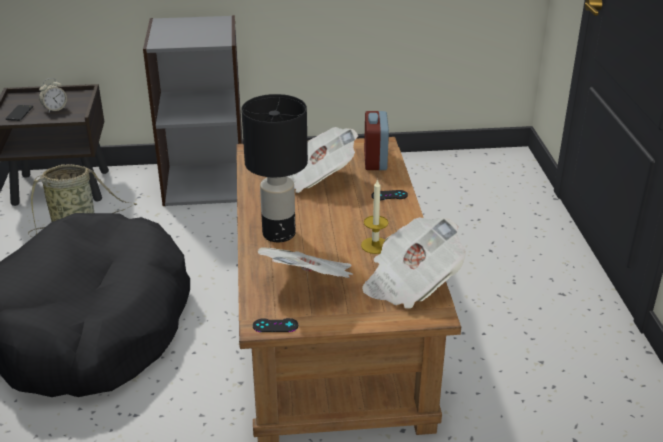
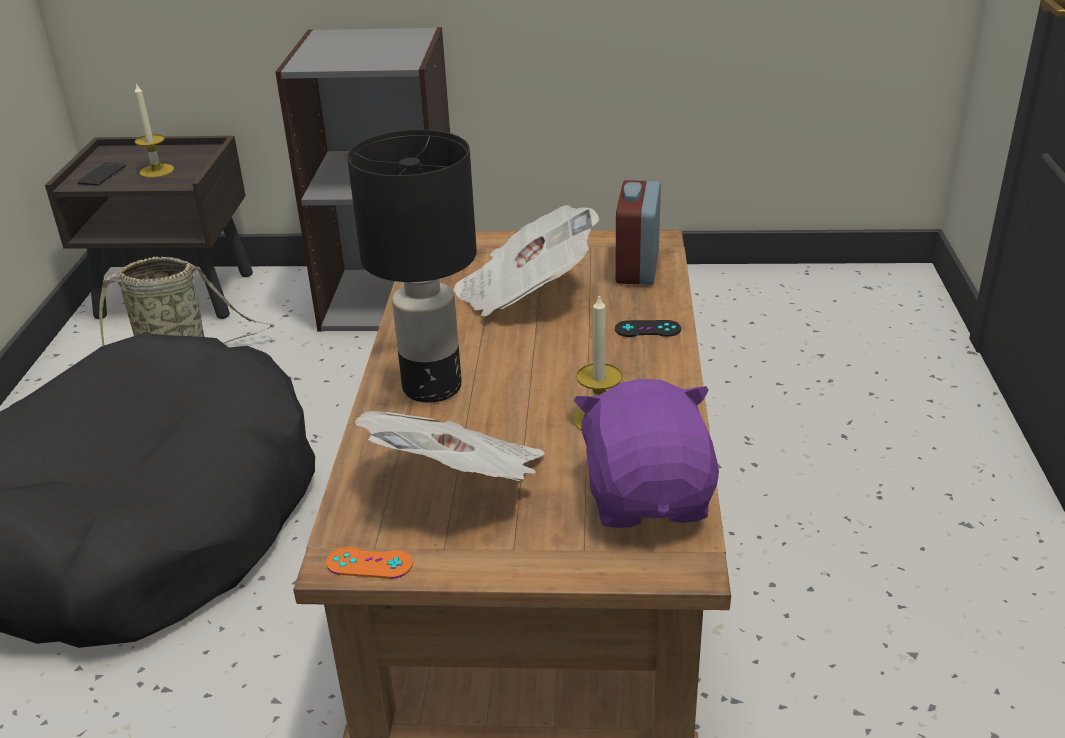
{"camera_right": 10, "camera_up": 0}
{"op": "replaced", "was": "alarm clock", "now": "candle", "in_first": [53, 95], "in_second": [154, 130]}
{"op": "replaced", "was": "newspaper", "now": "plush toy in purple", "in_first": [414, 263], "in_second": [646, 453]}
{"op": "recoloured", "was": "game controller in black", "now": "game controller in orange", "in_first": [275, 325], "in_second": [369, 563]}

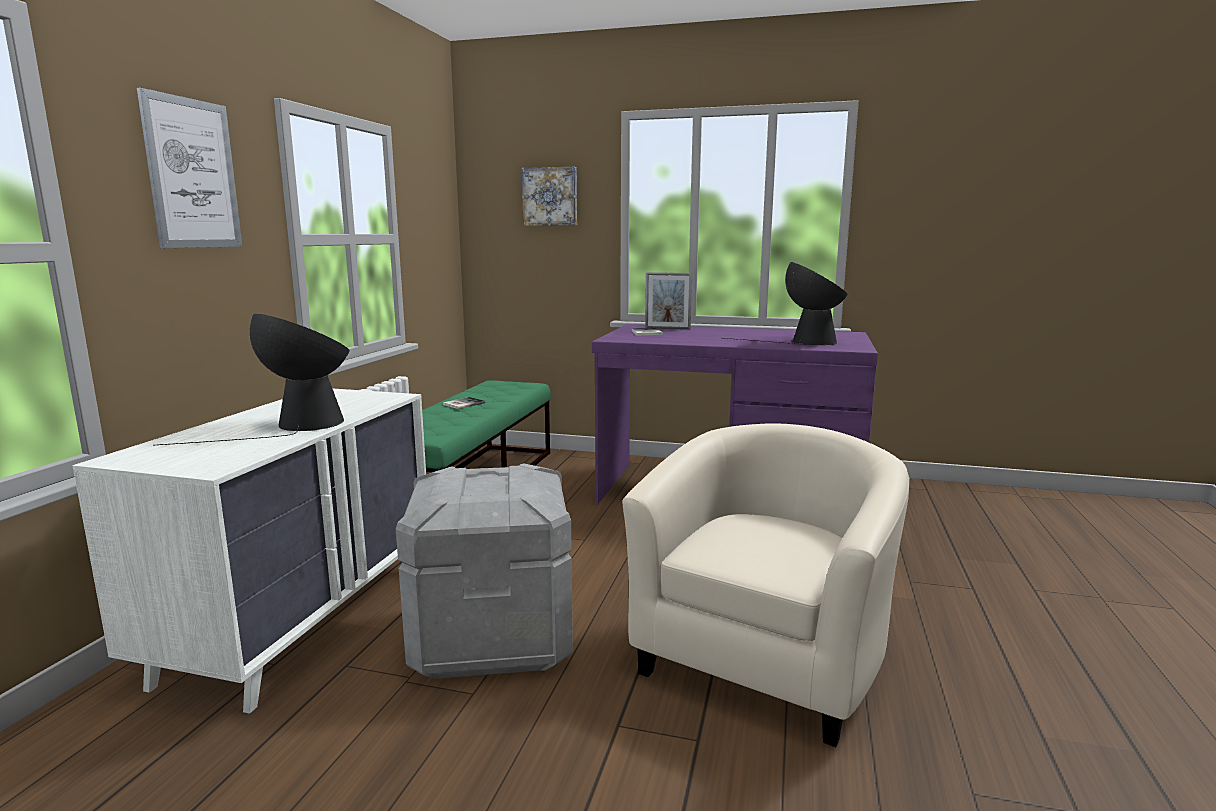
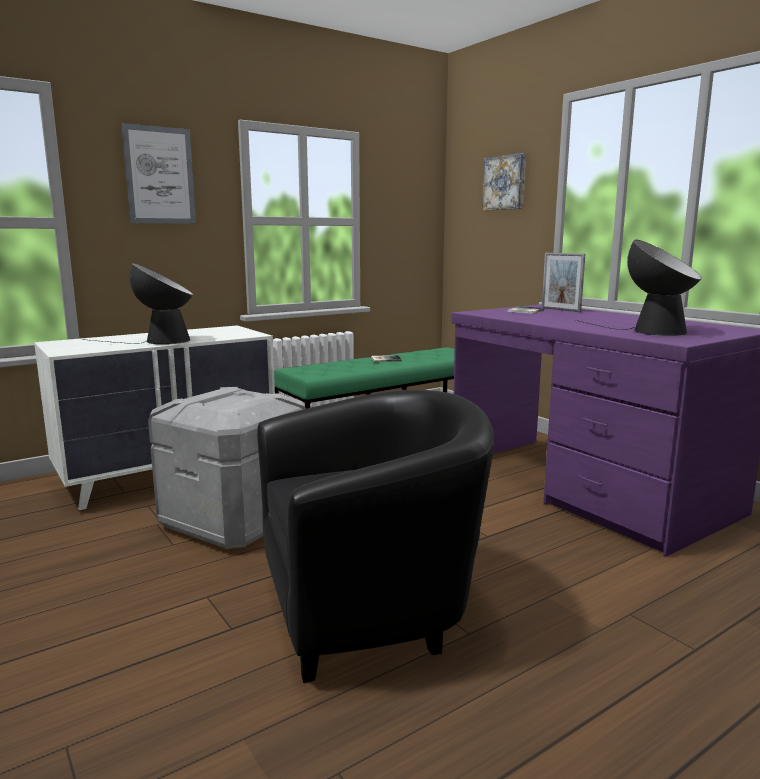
{"camera_right": 40, "camera_up": 0}
{"op": "recoloured", "was": "armchair in beige", "now": "armchair in black", "in_first": [765, 585], "in_second": [375, 536]}

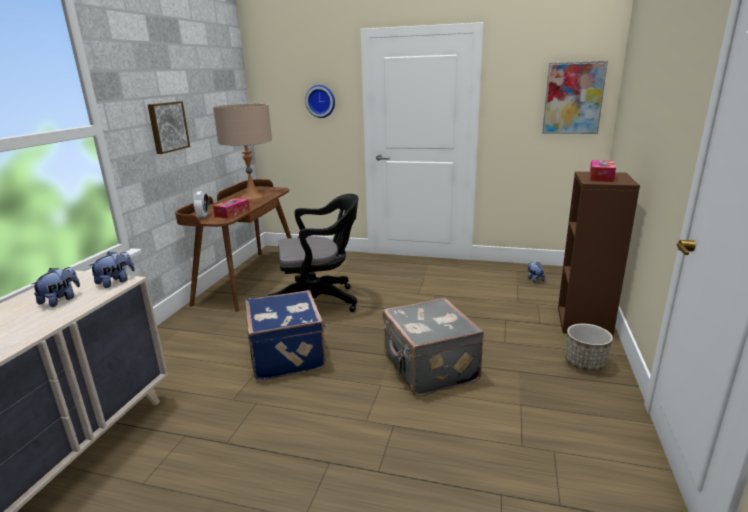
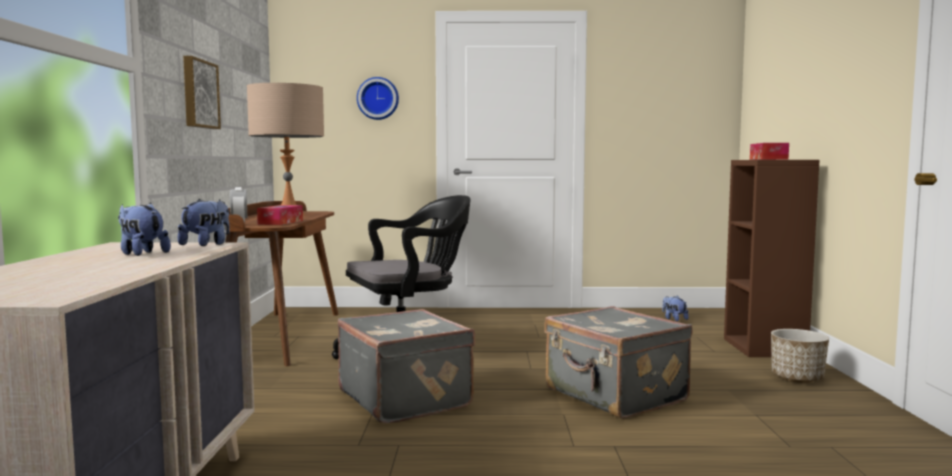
{"camera_right": -15, "camera_up": -15}
{"op": "removed", "was": "picture", "in_first": [575, 97]}
{"op": "recoloured", "was": "suitcase in blue", "now": "suitcase in grey", "in_first": [285, 335], "in_second": [406, 366]}
{"op": "turned", "was": "plush toy", "in_first": [55, 287], "in_second": [144, 229], "clockwise": -60}

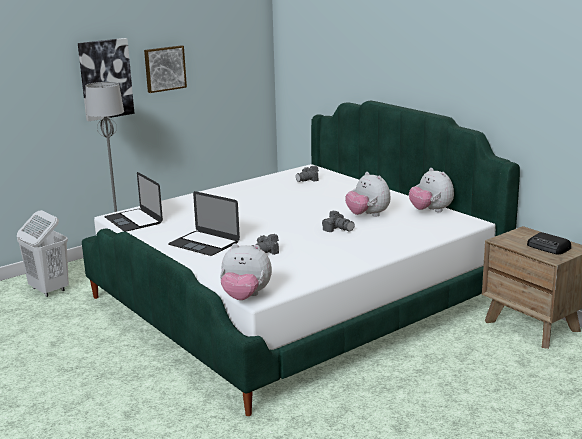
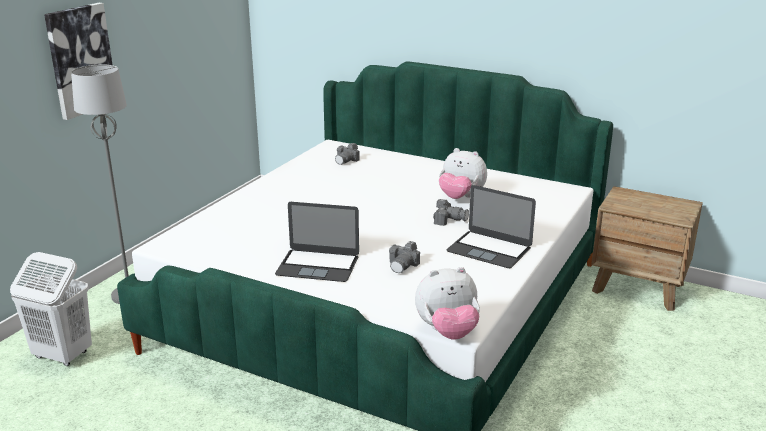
{"camera_right": -25, "camera_up": 5}
{"op": "removed", "was": "picture", "in_first": [165, 69]}
{"op": "removed", "was": "plush toy", "in_first": [431, 190]}
{"op": "removed", "was": "radio", "in_first": [549, 243]}
{"op": "moved", "was": "laptop", "in_first": [133, 202], "in_second": [491, 226]}

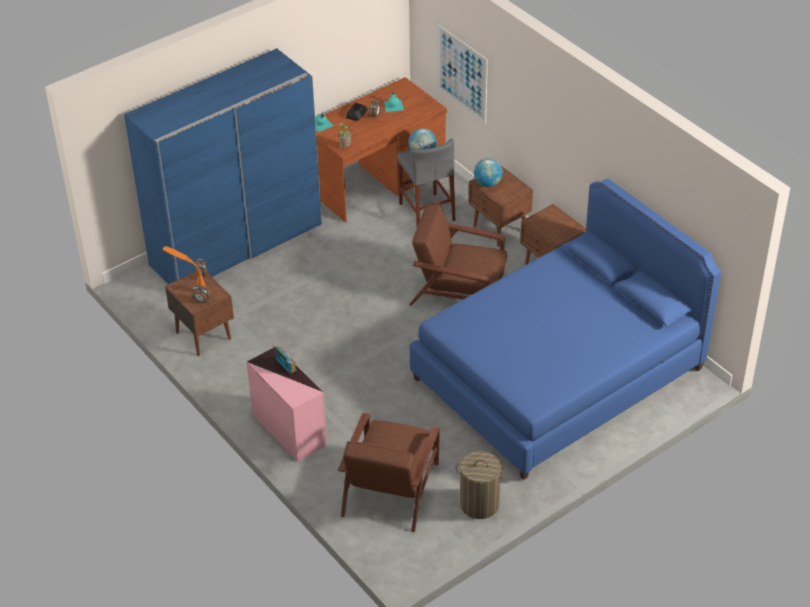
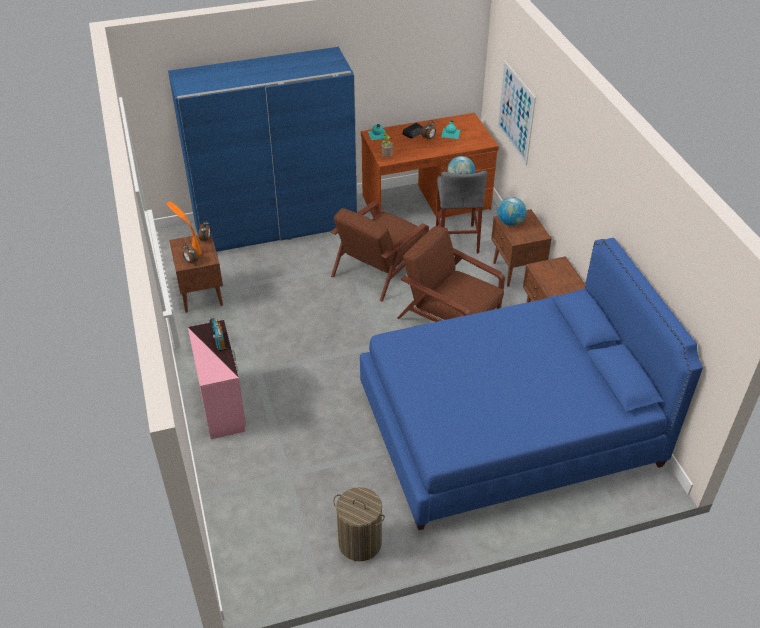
{"camera_right": 20, "camera_up": 0}
{"op": "moved", "was": "armchair in brown", "in_first": [389, 472], "in_second": [380, 252]}

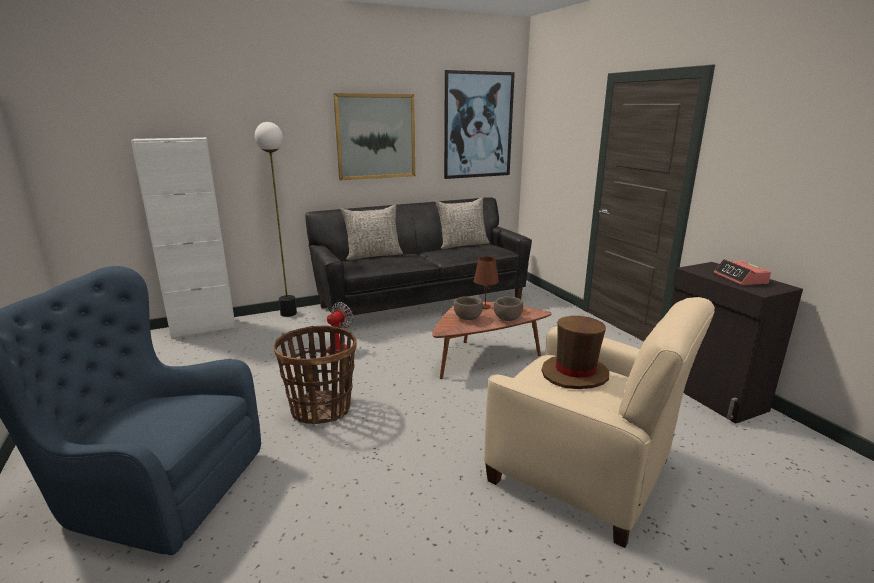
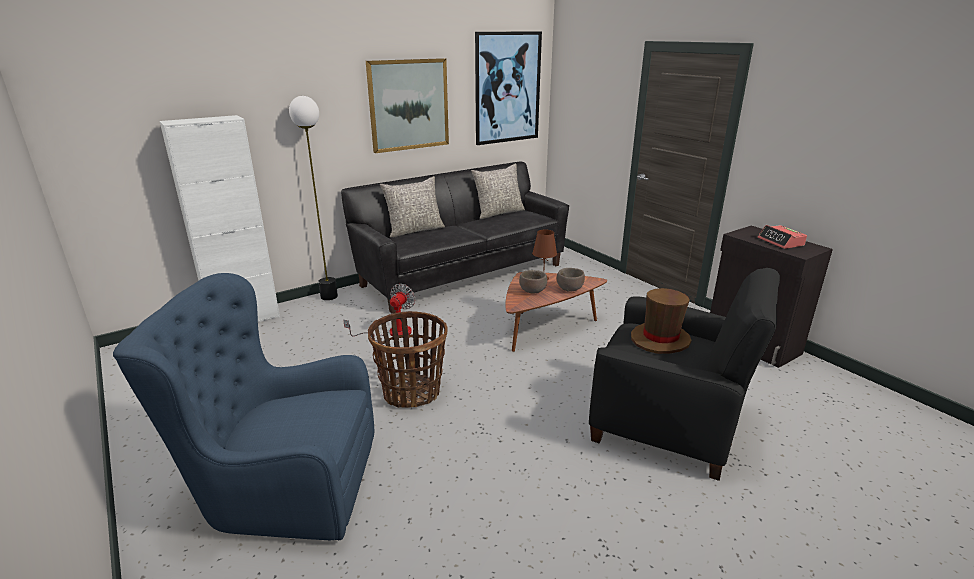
{"camera_right": -10, "camera_up": 5}
{"op": "recoloured", "was": "armchair in beige", "now": "armchair in black", "in_first": [599, 422], "in_second": [684, 374]}

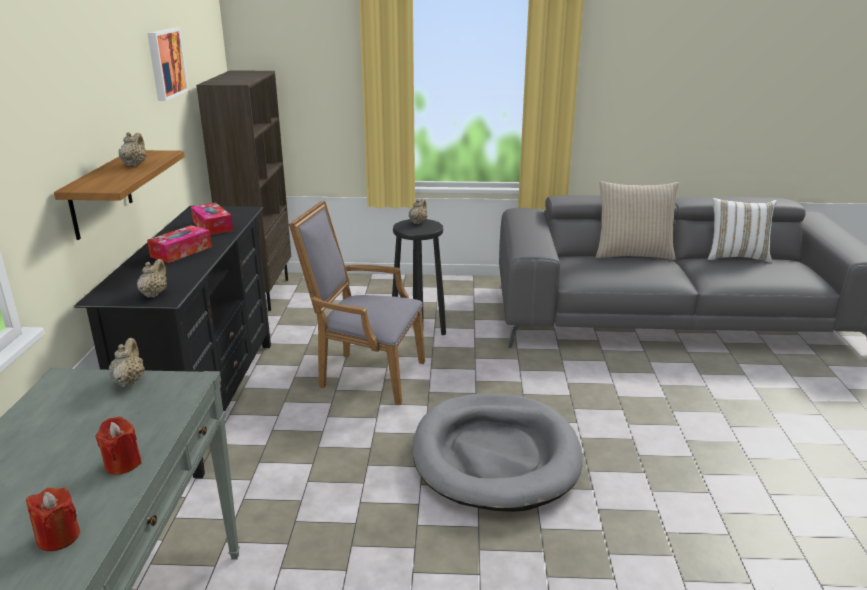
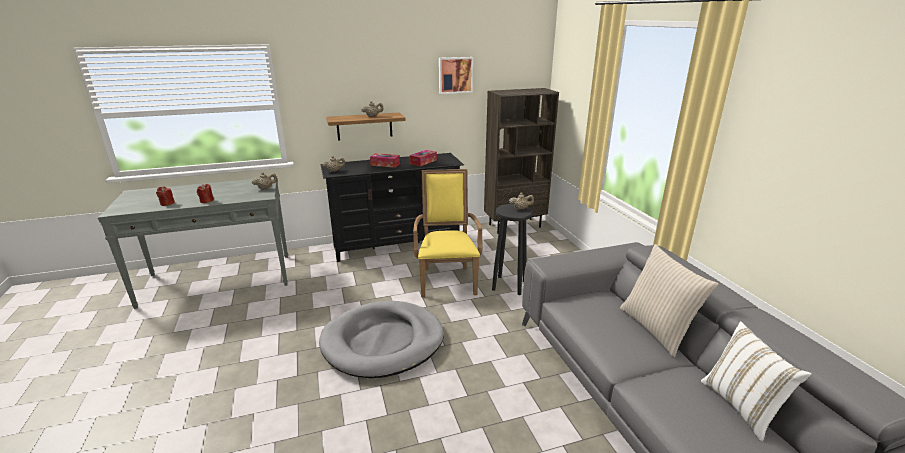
{"camera_right": 70, "camera_up": 0}
{"op": "recoloured", "was": "armchair in grey", "now": "armchair in yellow", "in_first": [357, 302], "in_second": [448, 233]}

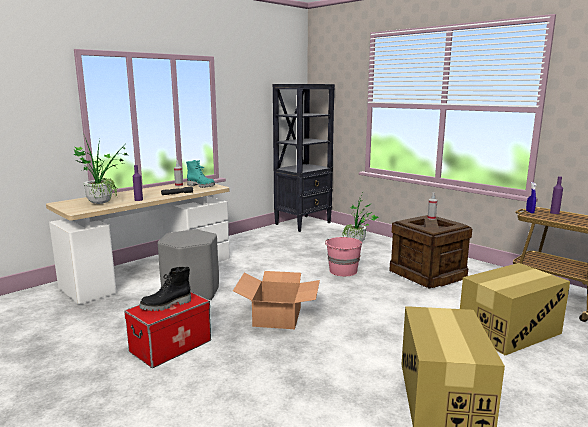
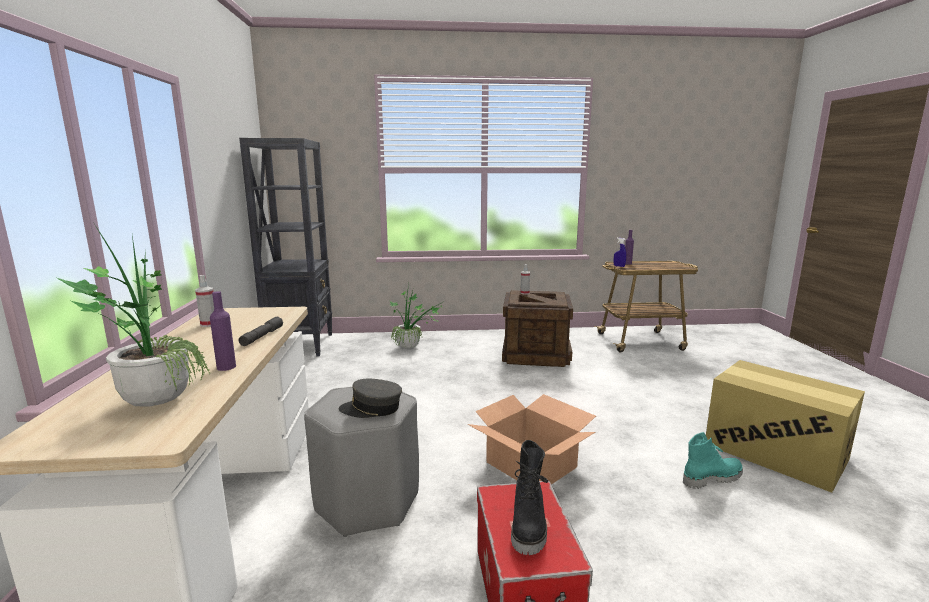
{"camera_right": -50, "camera_up": 0}
{"op": "removed", "was": "bucket in pink", "in_first": [343, 256]}
{"op": "removed", "was": "cardboard box", "in_first": [515, 309]}
{"op": "added", "now": "cap in grey", "in_second": [370, 398]}
{"op": "moved", "was": "boot in turquoise", "in_first": [200, 174], "in_second": [713, 460]}

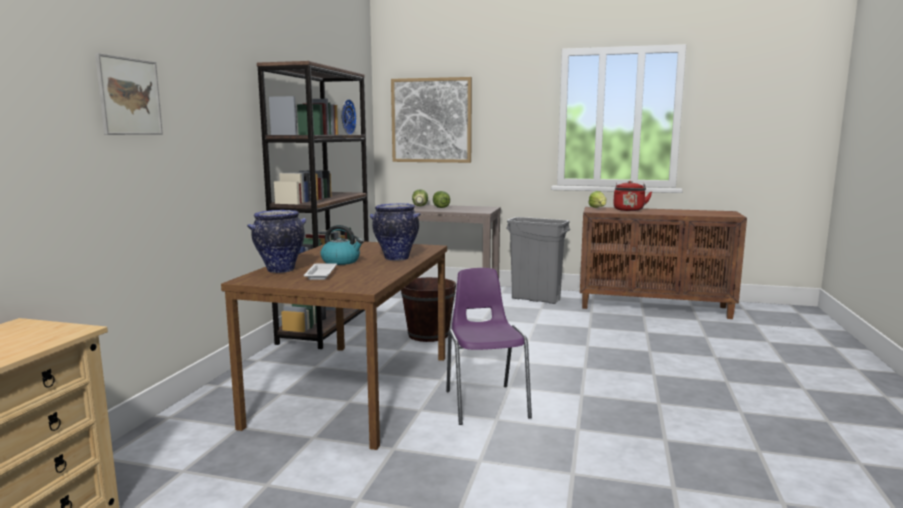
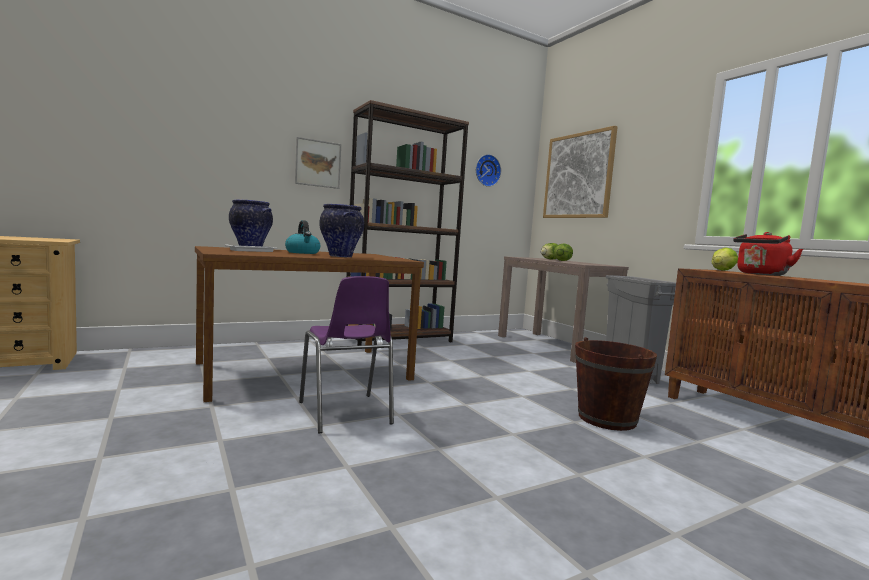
{"camera_right": 45, "camera_up": -5}
{"op": "moved", "was": "picture", "in_first": [129, 94], "in_second": [318, 163]}
{"op": "moved", "was": "bucket in brown", "in_first": [428, 309], "in_second": [616, 384]}
{"op": "turned", "was": "chair in purple", "in_first": [489, 346], "in_second": [346, 354], "clockwise": 120}

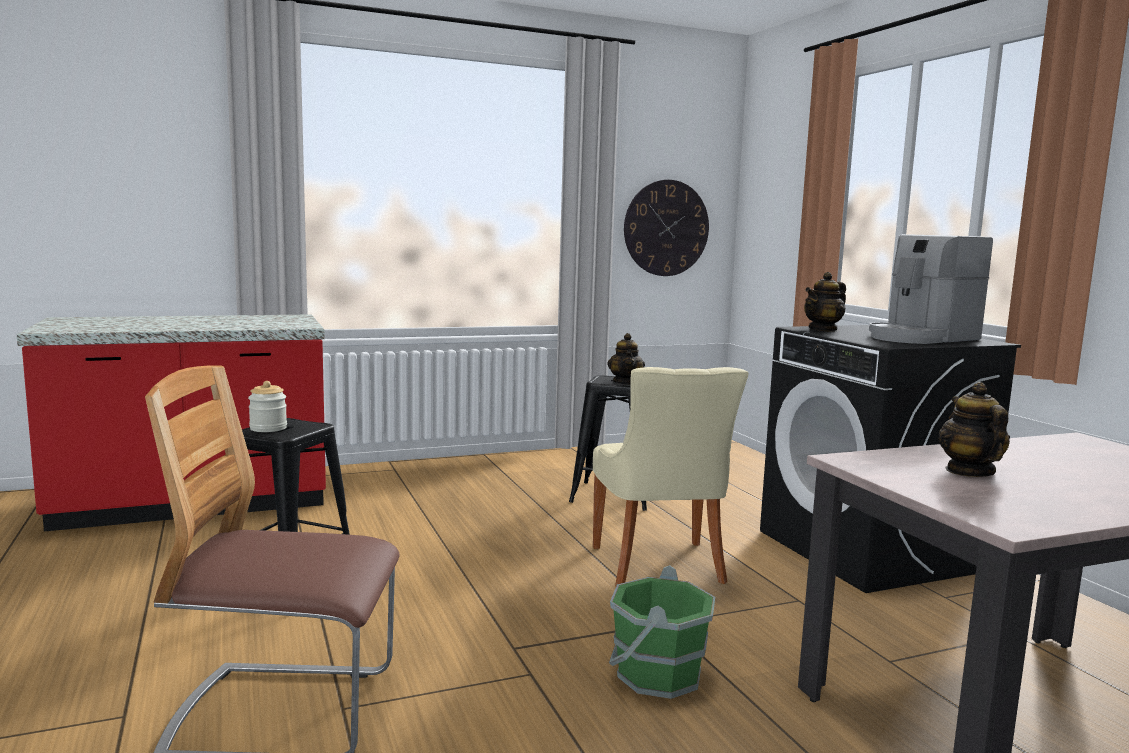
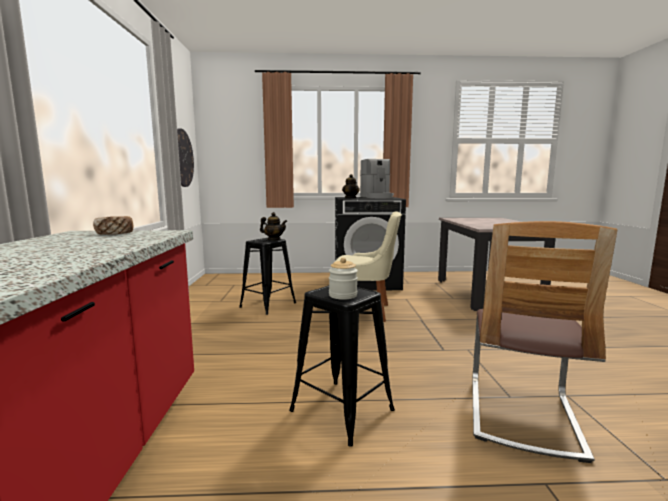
{"camera_right": -70, "camera_up": 0}
{"op": "removed", "was": "bucket in green", "in_first": [662, 632]}
{"op": "removed", "was": "teapot", "in_first": [974, 429]}
{"op": "added", "now": "bread", "in_second": [113, 225]}

